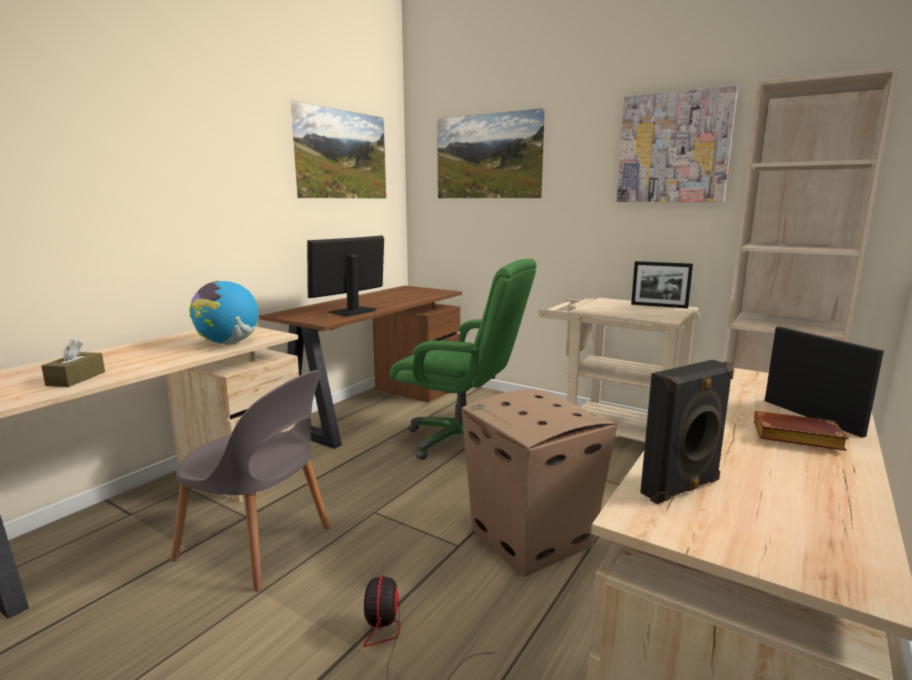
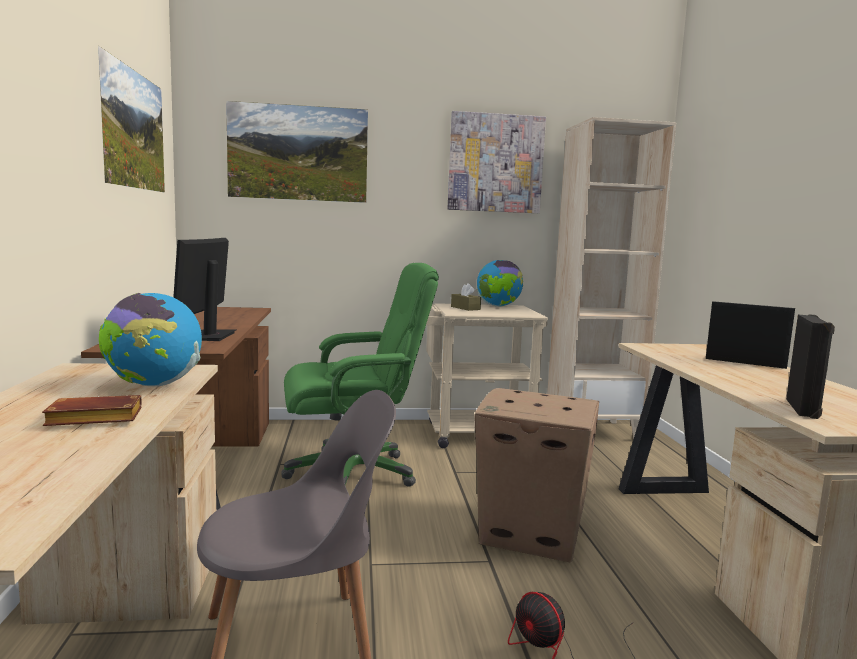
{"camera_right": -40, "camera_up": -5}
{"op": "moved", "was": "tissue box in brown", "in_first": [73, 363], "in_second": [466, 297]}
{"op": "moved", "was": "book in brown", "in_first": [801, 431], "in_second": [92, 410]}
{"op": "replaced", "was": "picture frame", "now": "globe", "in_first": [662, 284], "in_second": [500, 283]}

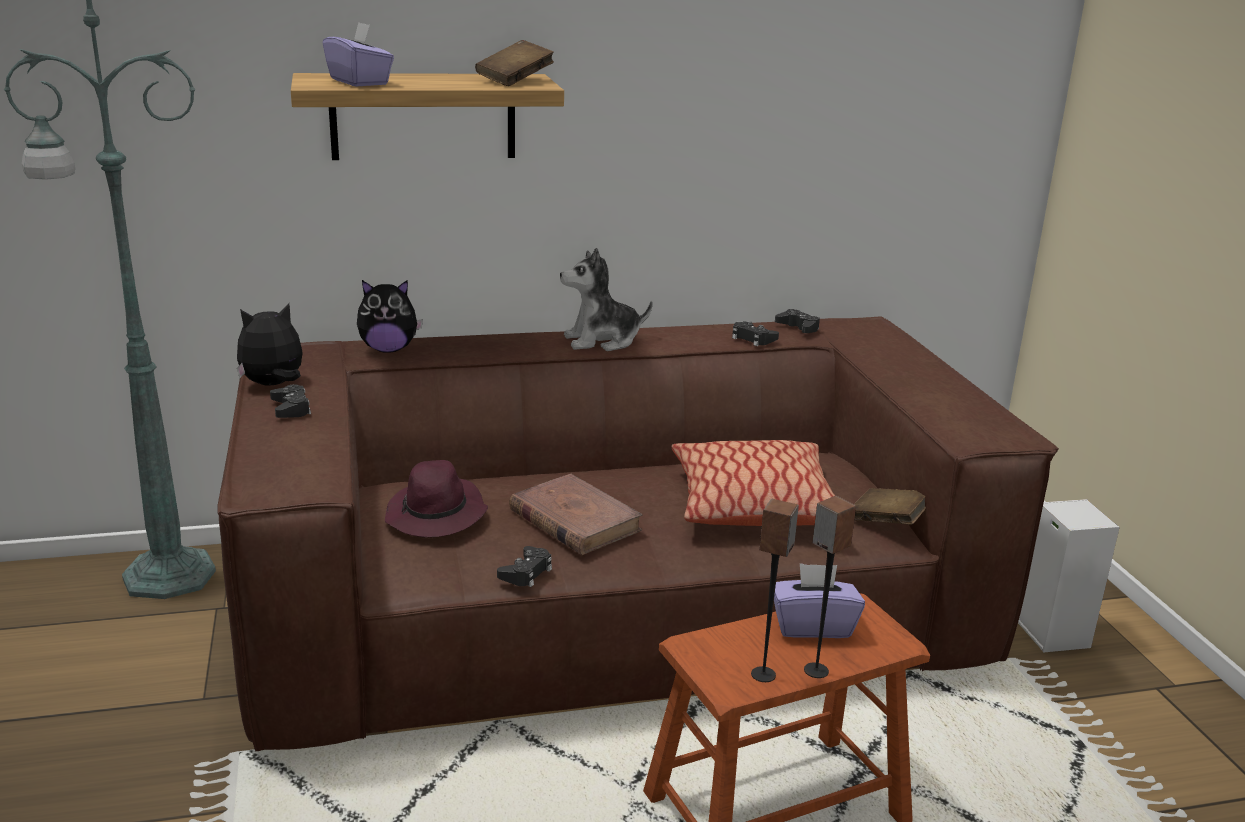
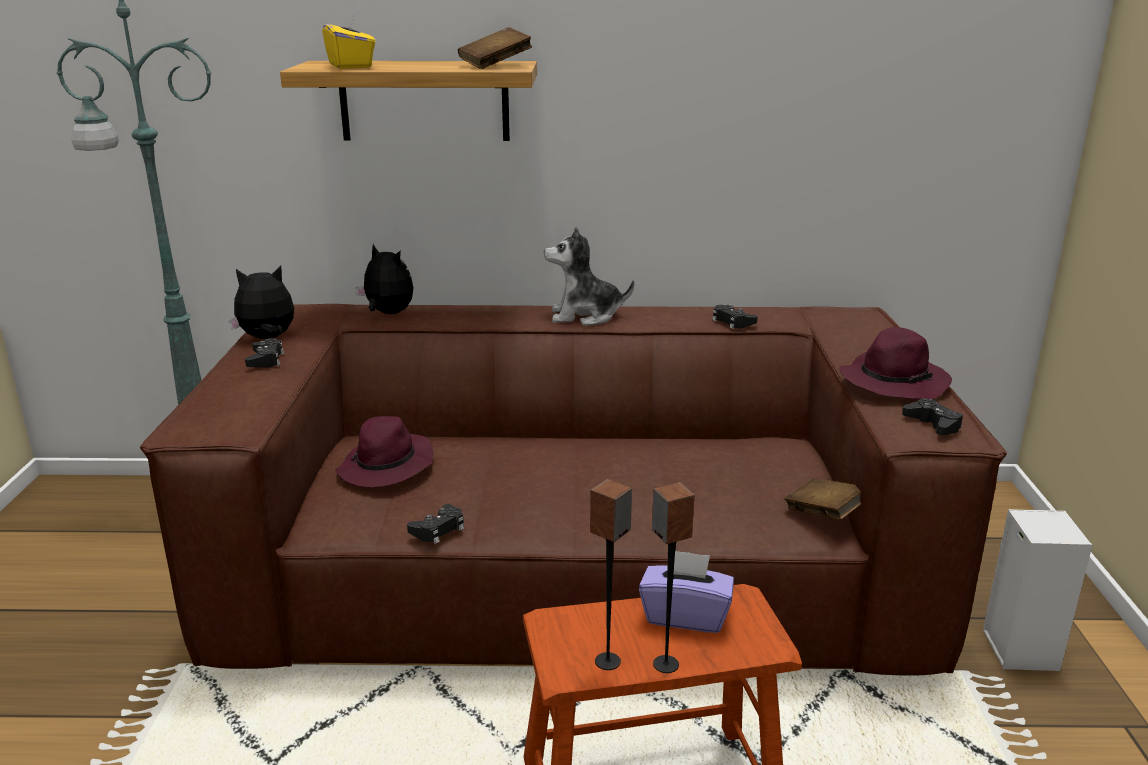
{"camera_right": 15, "camera_up": 0}
{"op": "removed", "was": "book in brown", "in_first": [576, 514]}
{"op": "removed", "was": "pillow", "in_first": [753, 483]}
{"op": "added", "now": "hat in purple", "in_second": [895, 363]}
{"op": "moved", "was": "game controller in black", "in_first": [797, 321], "in_second": [932, 416]}
{"op": "recoloured", "was": "tissue box in purple", "now": "tissue box in yellow", "in_first": [358, 54], "in_second": [348, 40]}
{"op": "turned", "was": "plush toy", "in_first": [390, 316], "in_second": [385, 279], "clockwise": -150}

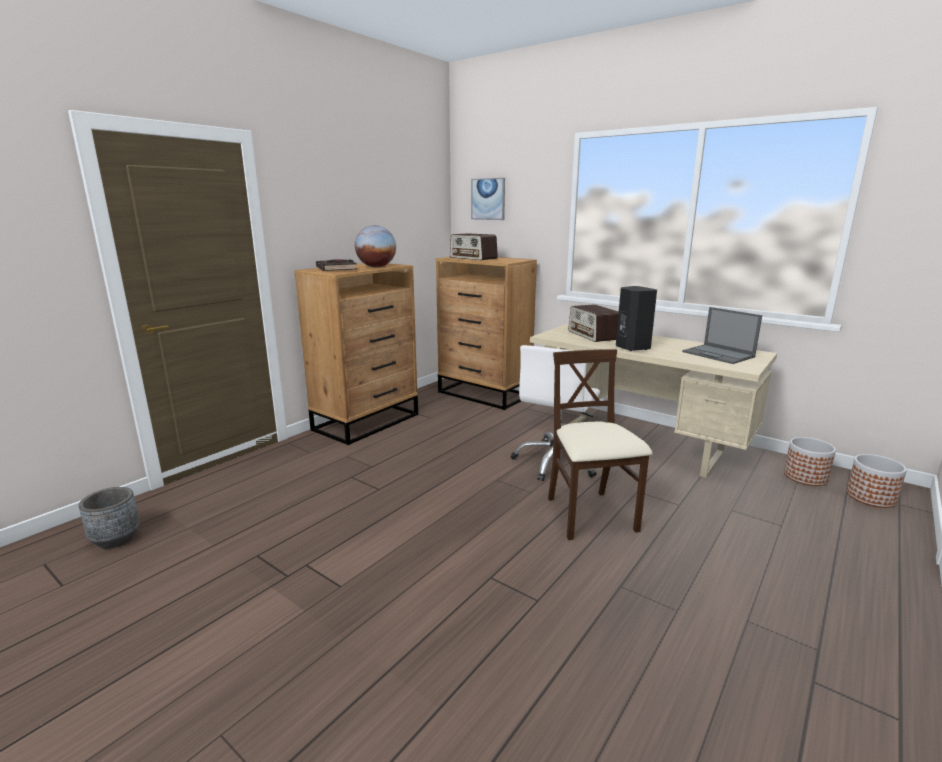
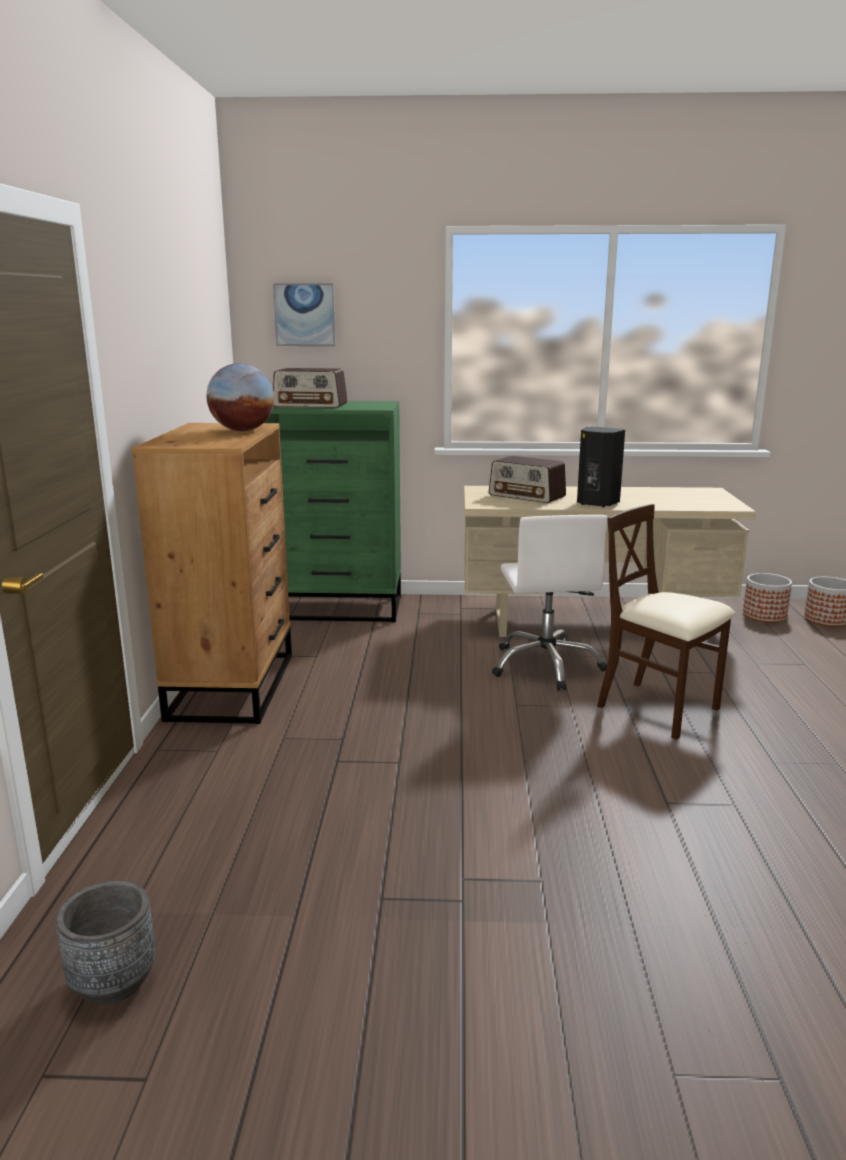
{"camera_right": -35, "camera_up": 0}
{"op": "removed", "was": "book in black", "in_first": [336, 265]}
{"op": "removed", "was": "laptop", "in_first": [722, 335]}
{"op": "recoloured", "was": "dresser in brown", "now": "dresser in green", "in_first": [486, 333], "in_second": [332, 511]}

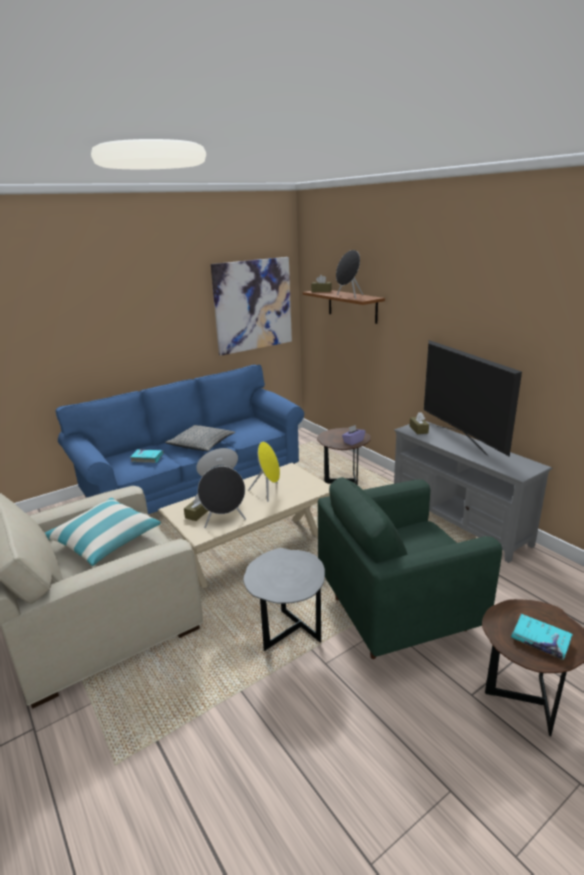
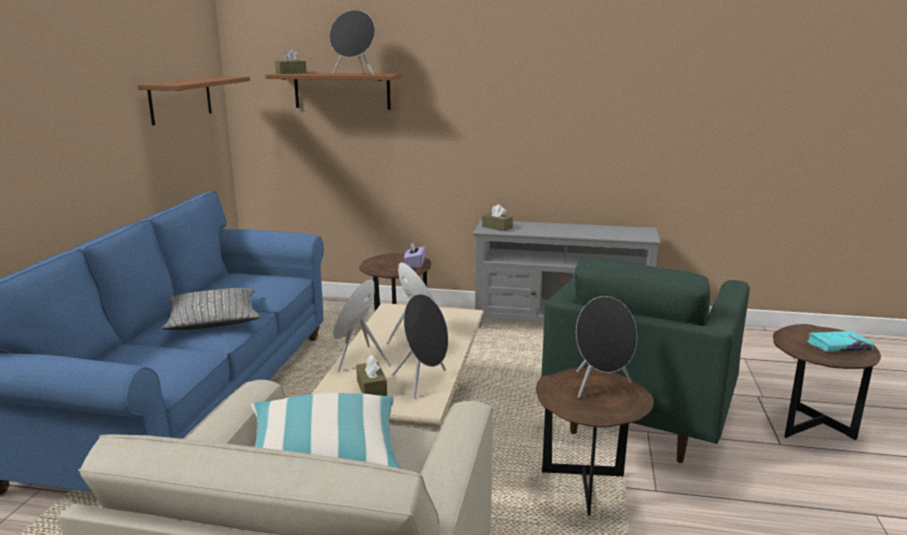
{"camera_right": -45, "camera_up": -5}
{"op": "removed", "was": "book in turquoise", "in_first": [147, 456]}
{"op": "removed", "was": "television", "in_first": [473, 398]}
{"op": "added", "now": "speaker in black", "in_second": [606, 347]}
{"op": "replaced", "was": "picture", "now": "shelf in brown", "in_first": [251, 306], "in_second": [193, 100]}
{"op": "recoloured", "was": "side table in grey", "now": "side table in brown", "in_first": [284, 599], "in_second": [595, 442]}

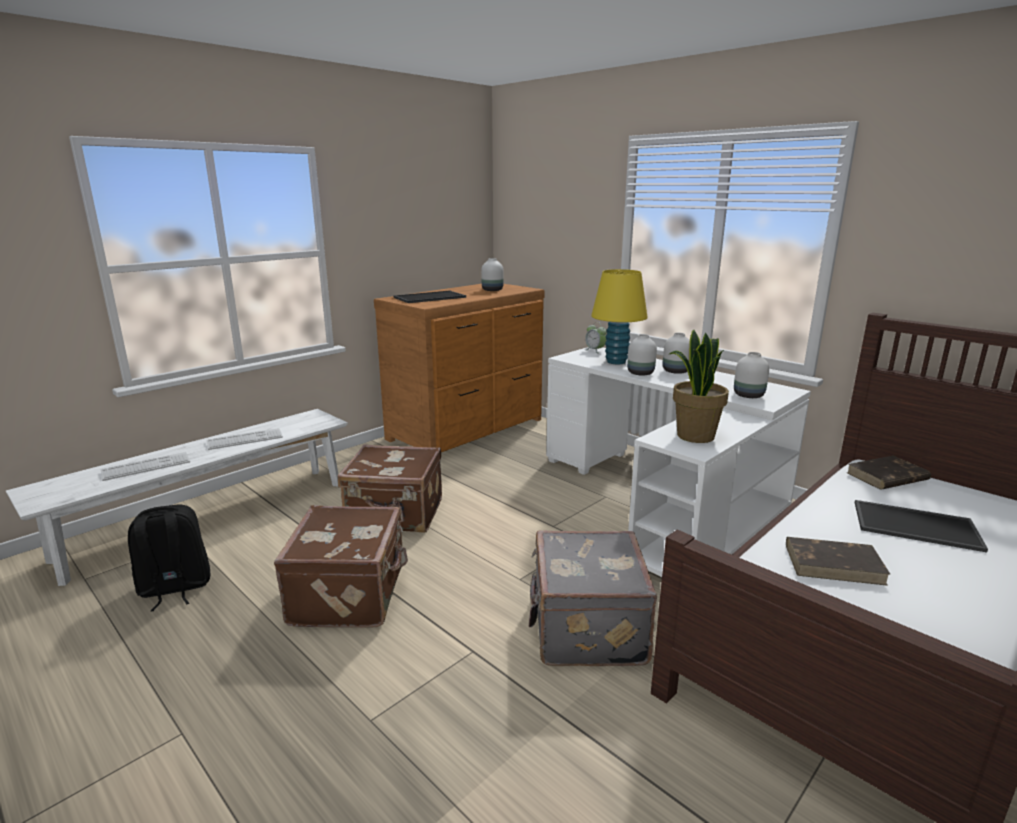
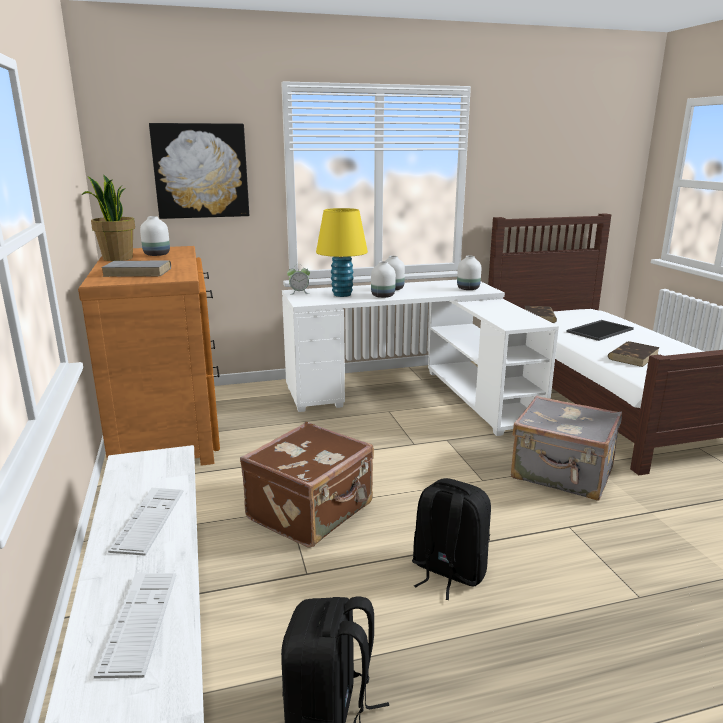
{"camera_right": -60, "camera_up": 0}
{"op": "added", "now": "picture", "in_second": [199, 171]}
{"op": "moved", "was": "potted plant", "in_first": [699, 386], "in_second": [108, 218]}
{"op": "replaced", "was": "suitcase in brown", "now": "backpack in black", "in_first": [341, 566], "in_second": [451, 539]}
{"op": "replaced", "was": "tray", "now": "book in grey", "in_first": [430, 296], "in_second": [136, 269]}

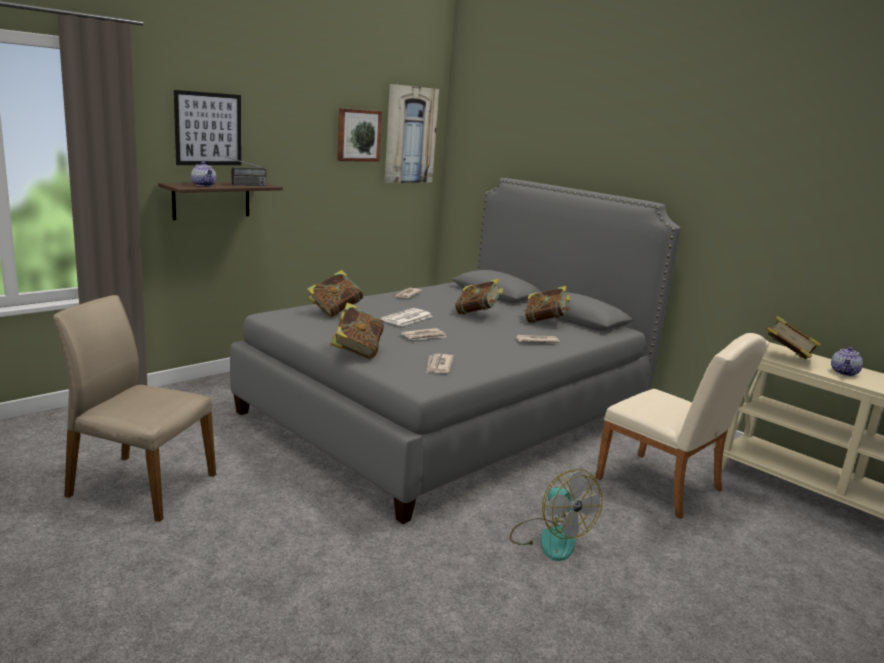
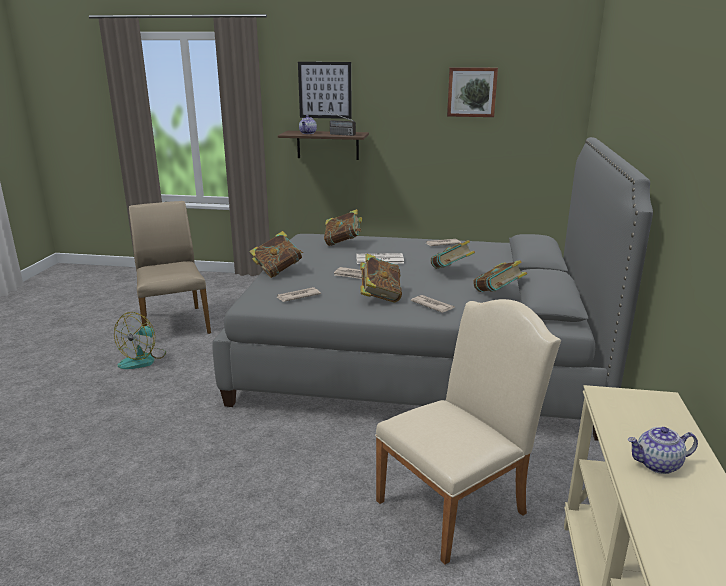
{"camera_right": 55, "camera_up": 5}
{"op": "removed", "was": "picture", "in_first": [412, 133]}
{"op": "moved", "was": "fan", "in_first": [556, 515], "in_second": [140, 340]}
{"op": "moved", "was": "book", "in_first": [793, 337], "in_second": [381, 278]}
{"op": "turned", "was": "chair in beige", "in_first": [682, 426], "in_second": [468, 432], "clockwise": -135}

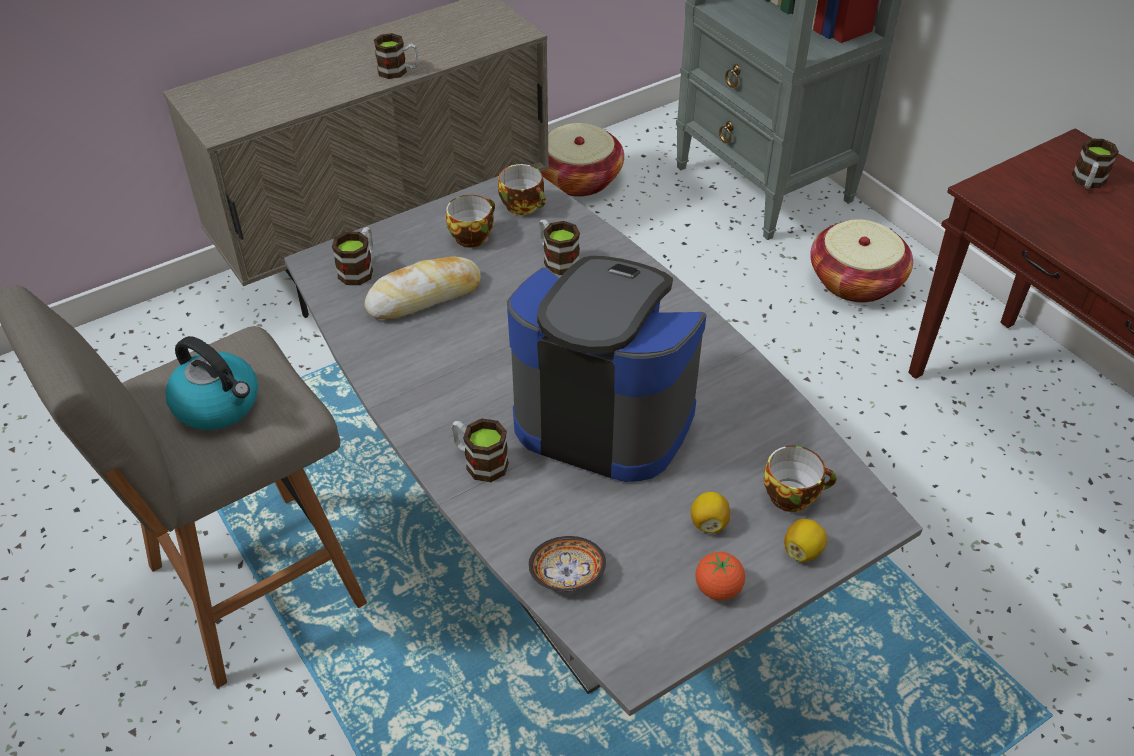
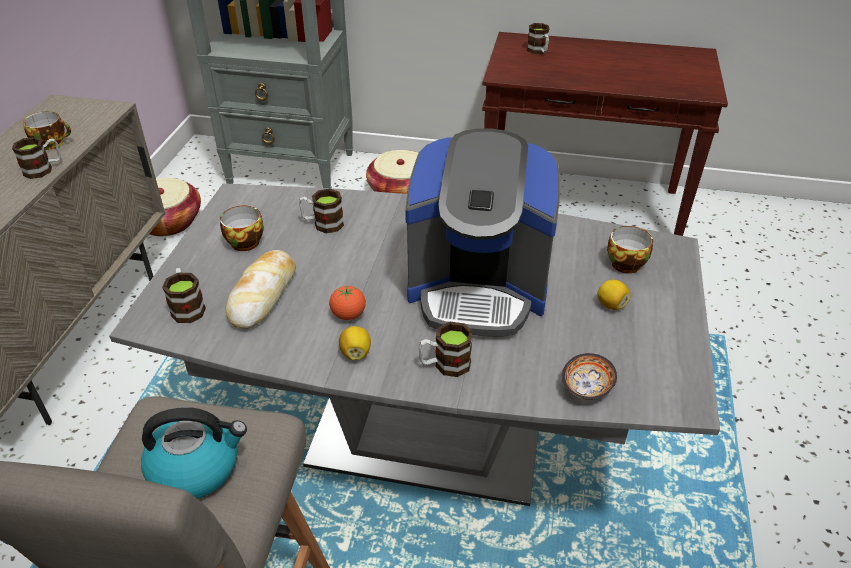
{"camera_right": -45, "camera_up": -5}
{"op": "moved", "was": "cup", "in_first": [522, 189], "in_second": [47, 130]}
{"op": "moved", "was": "tomato", "in_first": [720, 576], "in_second": [347, 303]}
{"op": "moved", "was": "lemon", "in_first": [805, 540], "in_second": [355, 343]}
{"op": "turned", "was": "coffee machine", "in_first": [607, 369], "in_second": [482, 233], "clockwise": -150}

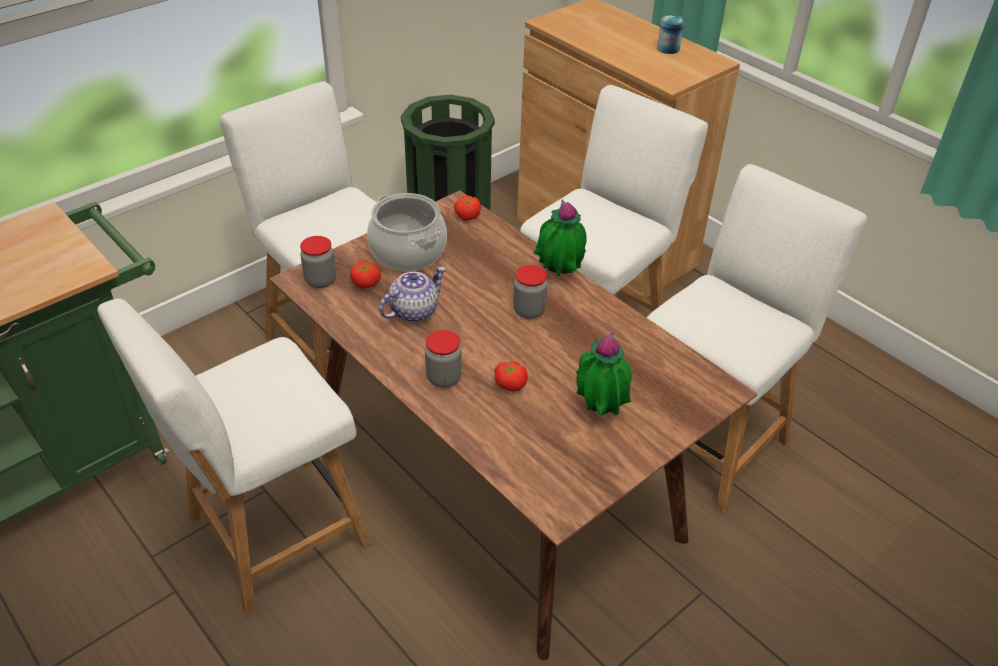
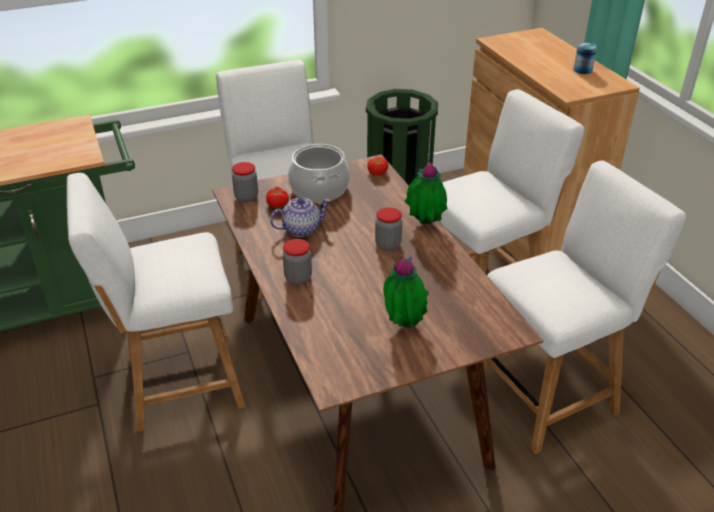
{"camera_right": 20, "camera_up": -5}
{"op": "removed", "was": "tomato", "in_first": [511, 376]}

